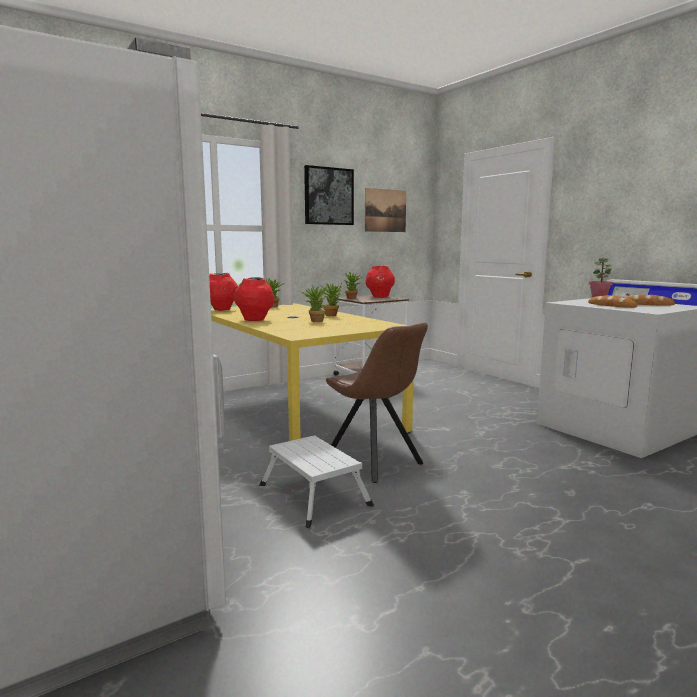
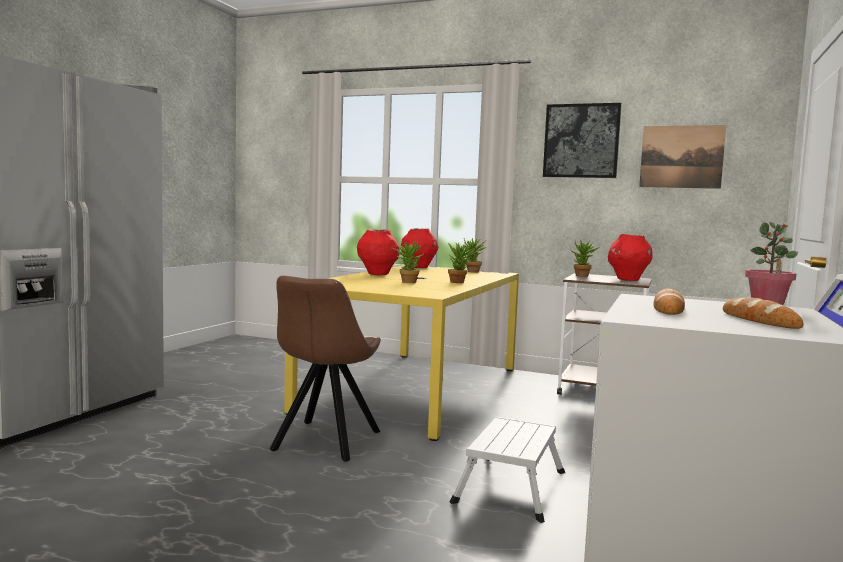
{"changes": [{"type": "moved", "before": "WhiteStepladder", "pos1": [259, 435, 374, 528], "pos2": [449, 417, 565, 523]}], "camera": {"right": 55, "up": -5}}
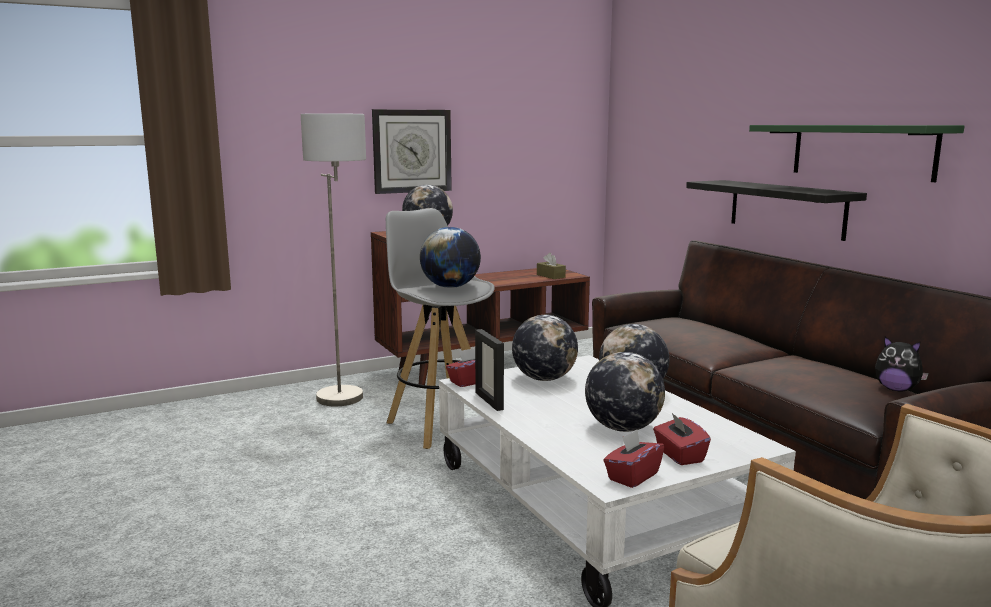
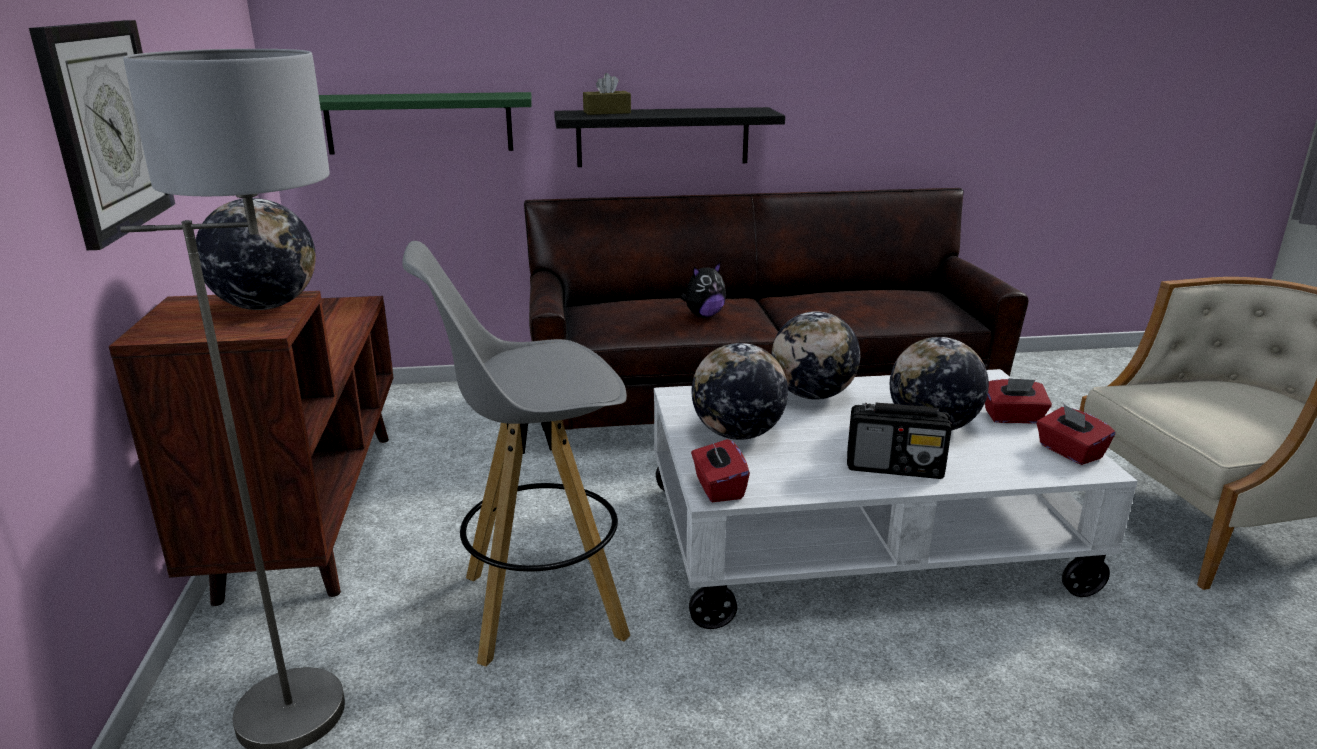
{"changes": [{"type": "moved", "before": "GreenishWallShelf", "pos1": [749, 125, 965, 182], "pos2": [319, 92, 532, 155]}, {"type": "moved", "before": "BrownColouredTissueBox", "pos1": [537, 253, 566, 279], "pos2": [583, 73, 631, 115]}, {"type": "moved", "before": "CuddlyToy", "pos1": [875, 336, 929, 392], "pos2": [680, 262, 726, 317]}, {"type": "added", "after": "RadioSet", "pos2": [847, 403, 952, 479]}, {"type": "removed", "before": "DeskGlobe", "pos1": [420, 227, 481, 288]}, {"type": "removed", "before": "PictureFrame", "pos1": [475, 329, 504, 411]}], "camera": {"right": -70, "up": 10}}
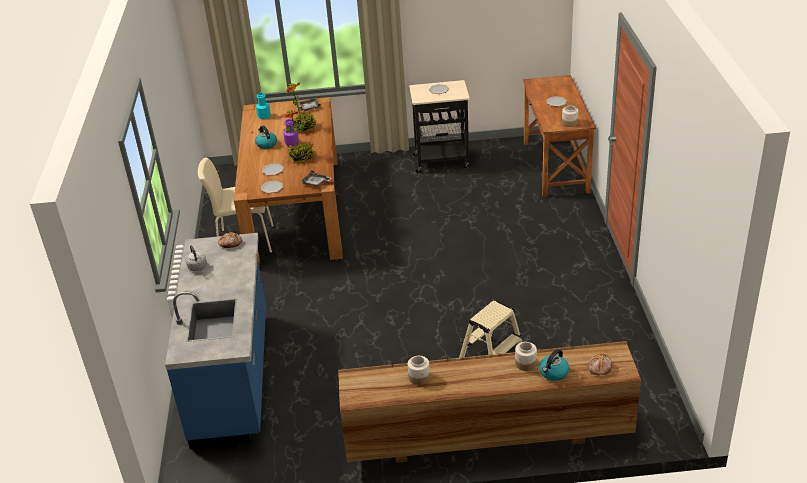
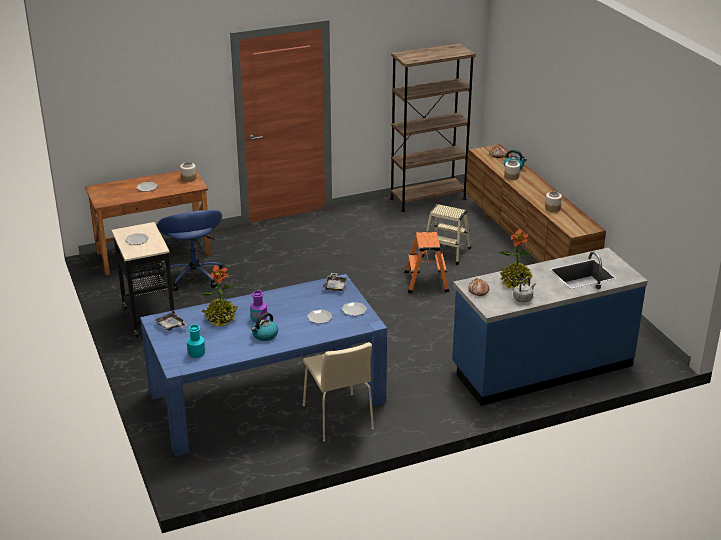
{"changes": [{"type": "recoloured", "before": "BrownColouredDinnerTable", "after": "BlueColouredDinnerTable", "pos1": [234, 97, 343, 266], "pos2": [140, 274, 387, 457]}, {"type": "added", "after": "BlueColouredDeskChair", "pos2": [156, 210, 225, 291]}, {"type": "added", "after": "BrownColouredBookcase", "pos2": [390, 43, 476, 212]}, {"type": "added", "after": "OrangeColouredStepladder", "pos2": [404, 231, 449, 293]}, {"type": "moved", "before": "Houseplant", "pos1": [283, 110, 316, 163], "pos2": [500, 228, 533, 289]}], "camera": {"right": -110, "up": -5}}
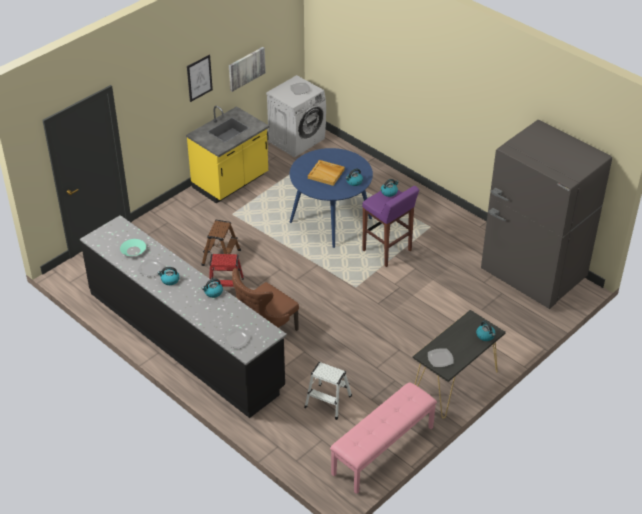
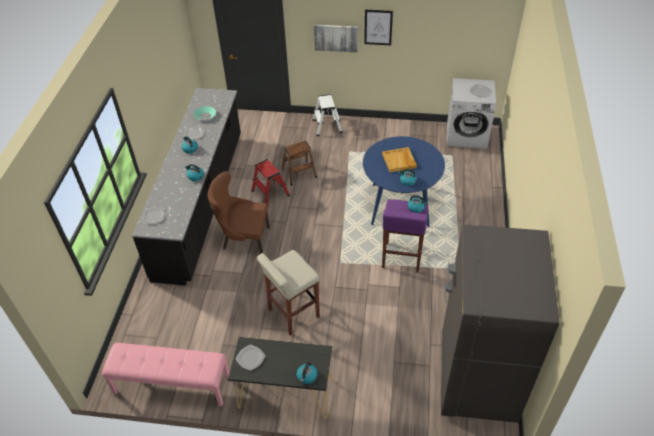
{"changes": [{"type": "added", "after": "BeigeColouredStool", "pos2": [257, 250, 320, 335]}, {"type": "moved", "before": "WhiteStepladder", "pos1": [304, 362, 352, 420], "pos2": [312, 94, 343, 136]}, {"type": "moved", "before": "WallArt", "pos1": [229, 47, 266, 92], "pos2": [314, 24, 358, 52]}, {"type": "removed", "before": "YellowCounter", "pos1": [186, 106, 269, 204]}], "camera": {"right": 55, "up": 5}}
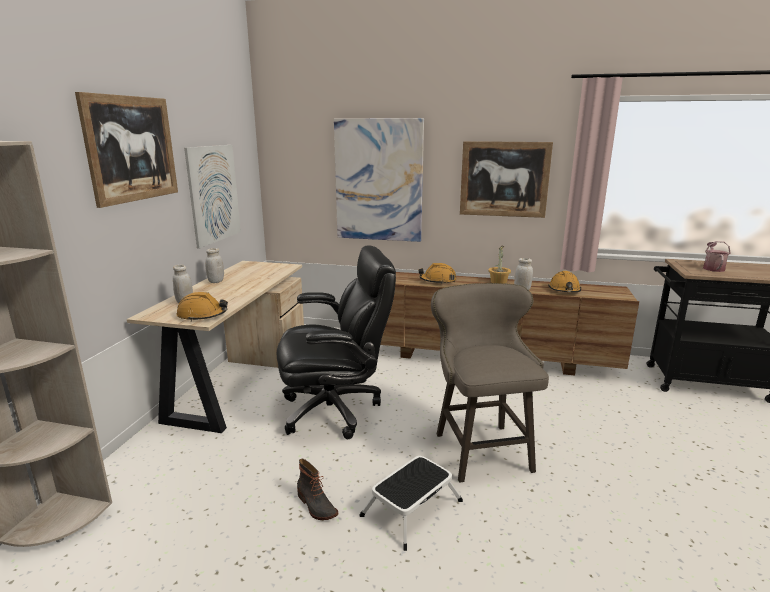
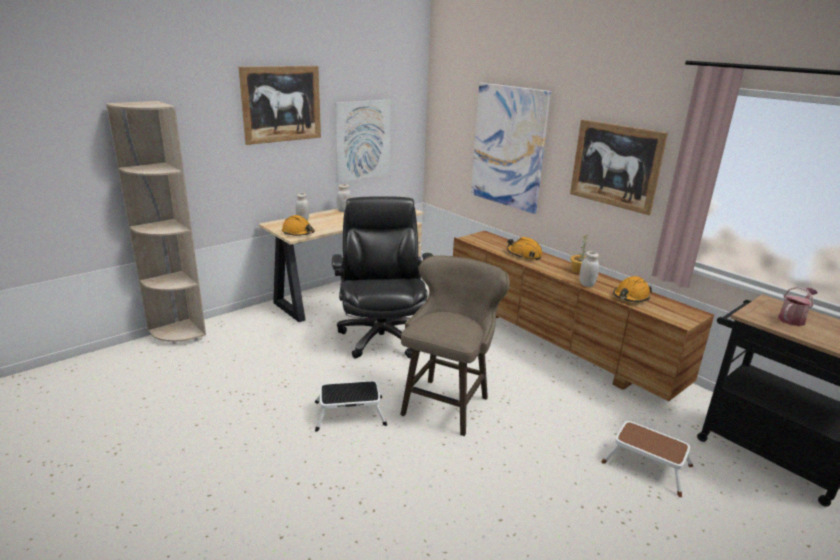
{"changes": [{"type": "turned", "before": "BlackishDeskChair", "pos1": [277, 245, 396, 439], "pos2": [332, 197, 433, 359], "turn": -120}, {"type": "added", "after": "BrownColouredStepladder", "pos2": [601, 421, 693, 497]}, {"type": "removed", "before": "HighTopBoot", "pos1": [297, 459, 338, 520]}], "camera": {"right": 35, "up": 5}}
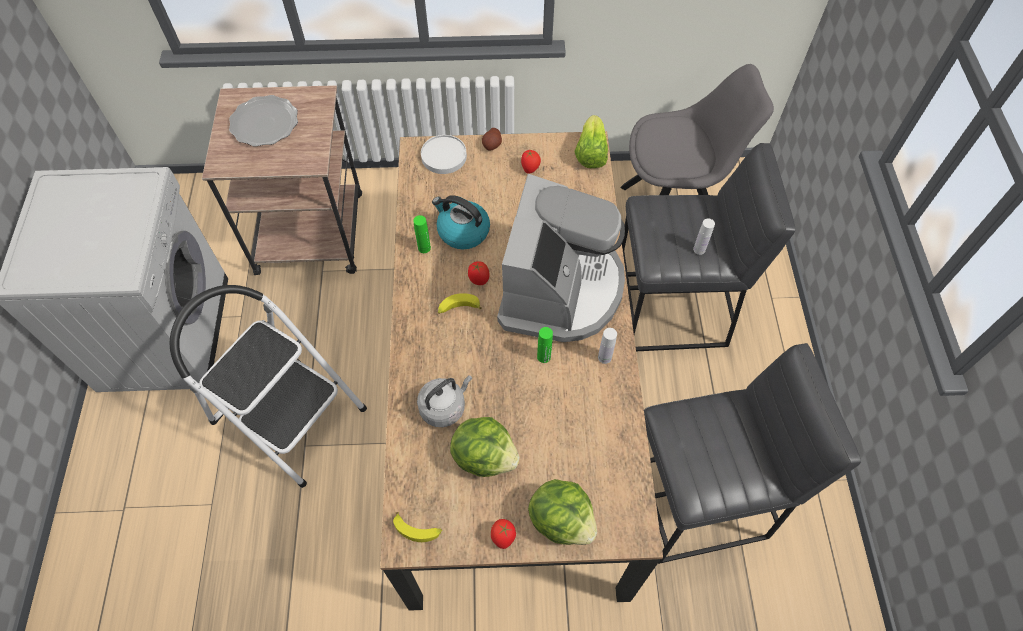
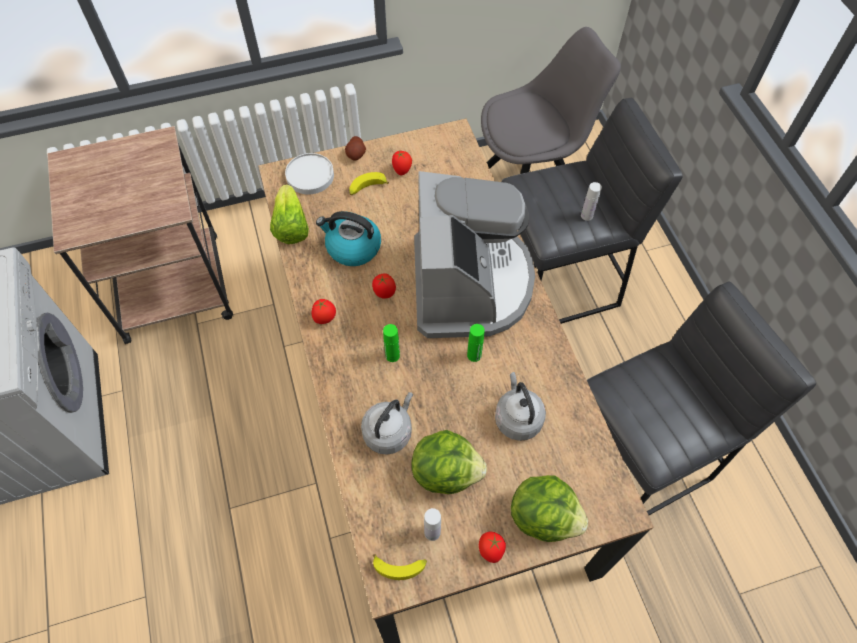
{"changes": [{"type": "moved", "before": "HeadOfLettuce", "pos1": [574, 115, 608, 168], "pos2": [270, 185, 309, 244]}, {"type": "added", "after": "Tomato", "pos2": [312, 299, 336, 324]}, {"type": "moved", "before": "Banana", "pos1": [438, 293, 482, 314], "pos2": [349, 172, 389, 195]}, {"type": "moved", "before": "GreenishDrinkBottle", "pos1": [413, 215, 431, 253], "pos2": [383, 324, 400, 362]}, {"type": "moved", "before": "WhiteDrinkBottle", "pos1": [598, 328, 617, 364], "pos2": [424, 508, 441, 541]}, {"type": "added", "after": "GreyWaterKettle", "pos2": [495, 372, 546, 441]}, {"type": "removed", "before": "Stepladder", "pos1": [170, 285, 367, 488]}, {"type": "removed", "before": "DinnerPlate", "pos1": [229, 95, 298, 147]}], "camera": {"right": -15, "up": 0}}
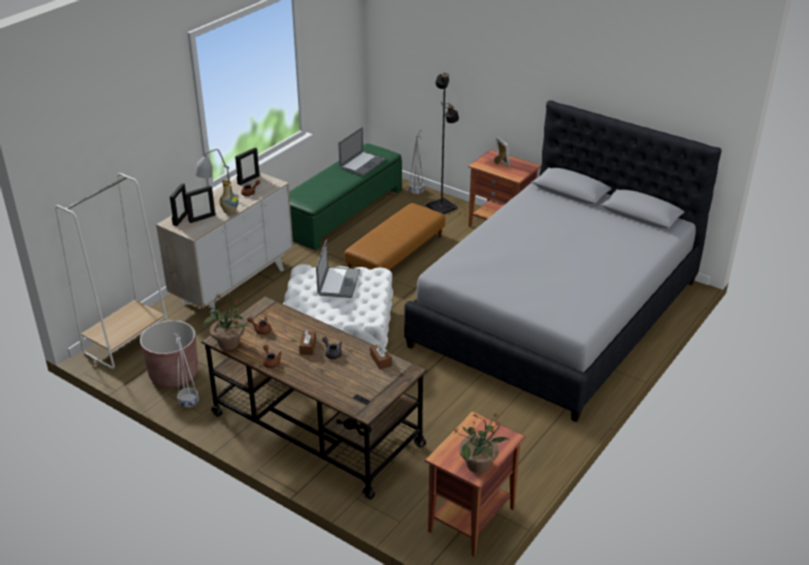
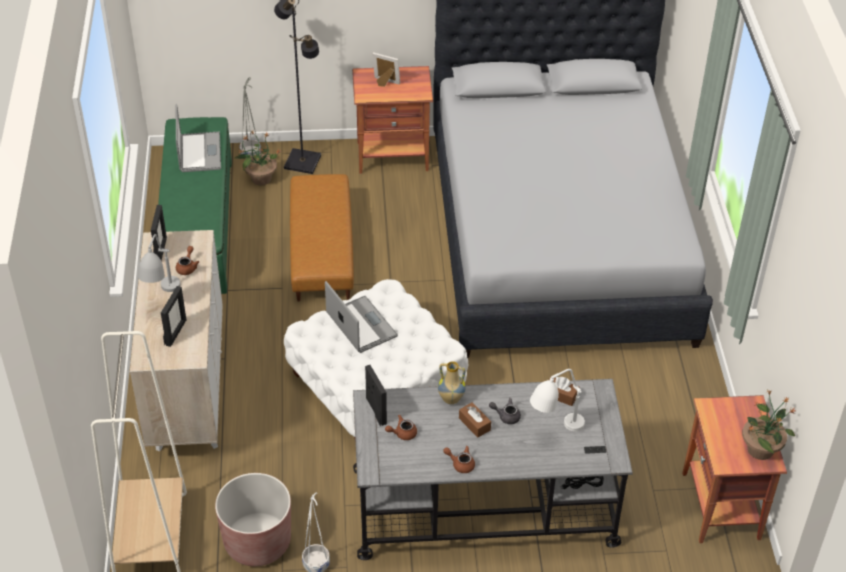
{"changes": [{"type": "moved", "before": "Houseplant", "pos1": [202, 292, 247, 350], "pos2": [235, 130, 281, 186]}, {"type": "recoloured", "before": "BrownColouredDeskTable", "after": "GreyDeskTable", "pos1": [201, 296, 427, 499], "pos2": [353, 379, 633, 560]}, {"type": "moved", "before": "PictureFrame", "pos1": [170, 183, 188, 226], "pos2": [365, 365, 387, 426]}, {"type": "moved", "before": "Vase", "pos1": [219, 180, 239, 214], "pos2": [438, 361, 466, 404]}, {"type": "added", "after": "WhiteLampForATable", "pos2": [530, 369, 585, 431]}], "camera": {"right": -40, "up": 10}}
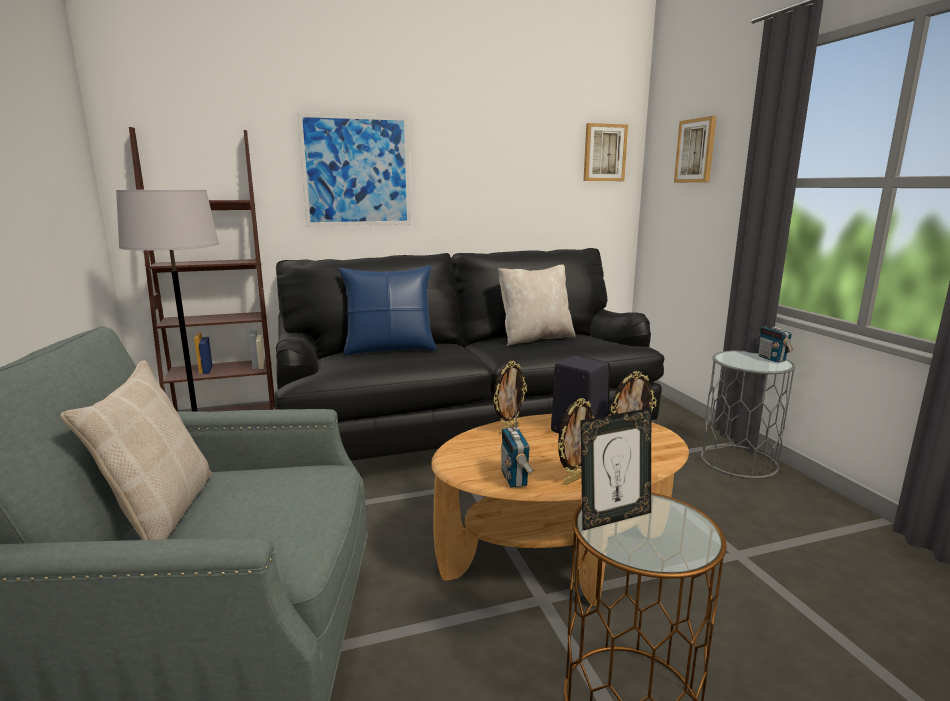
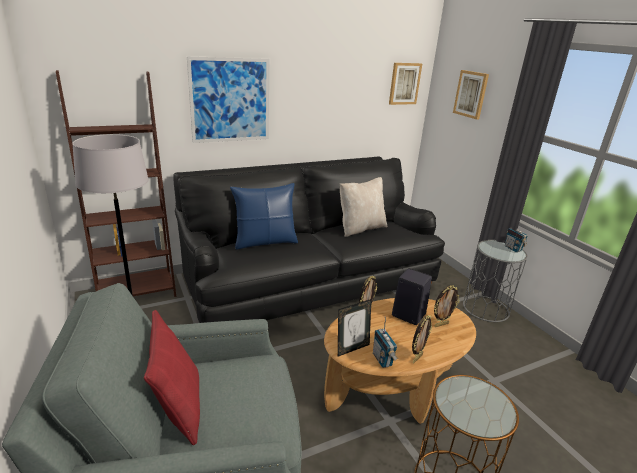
{"changes": [{"type": "recoloured", "before": "BeigeColouredPillow", "after": "RedColouredPillow", "pos1": [60, 360, 212, 540], "pos2": [144, 310, 200, 445]}, {"type": "moved", "before": "PictureFrame", "pos1": [580, 408, 651, 531], "pos2": [338, 299, 372, 356]}], "camera": {"right": -10, "up": 10}}
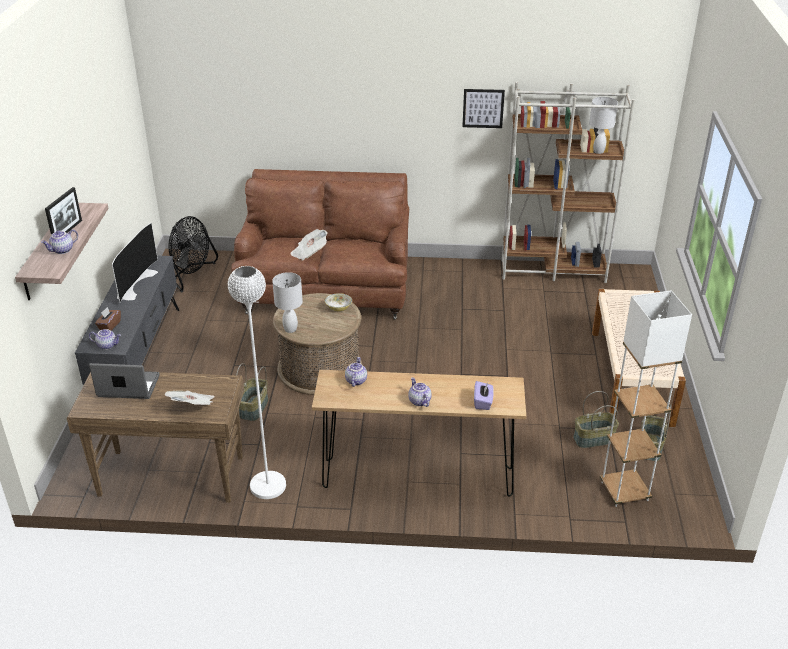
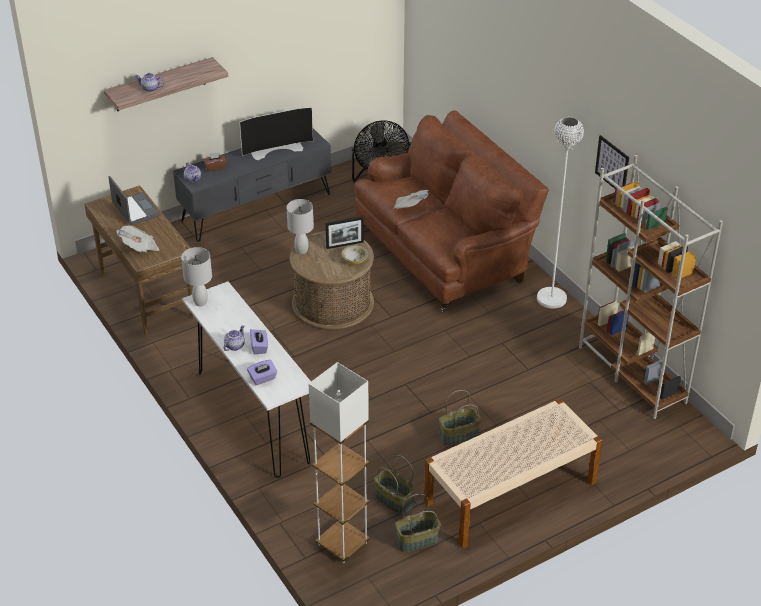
{"changes": [{"type": "moved", "before": "WhiteLampForATable", "pos1": [589, 97, 618, 154], "pos2": [181, 247, 212, 306]}, {"type": "recoloured", "before": "BrownColouredNarrowTable", "after": "WhiteNarrowTable", "pos1": [312, 370, 526, 497], "pos2": [182, 281, 311, 478]}, {"type": "added", "after": "PurplishTissueBox", "pos2": [250, 329, 268, 354]}, {"type": "moved", "before": "PictureFrame", "pos1": [45, 187, 82, 235], "pos2": [326, 216, 364, 249]}, {"type": "moved", "before": "HouseholdBasket", "pos1": [236, 363, 268, 421], "pos2": [439, 390, 481, 446]}, {"type": "moved", "before": "WhiteStandingLamp", "pos1": [228, 266, 286, 499], "pos2": [537, 117, 584, 309]}, {"type": "removed", "before": "TeaPot", "pos1": [345, 357, 367, 387]}], "camera": {"right": 55, "up": 5}}
